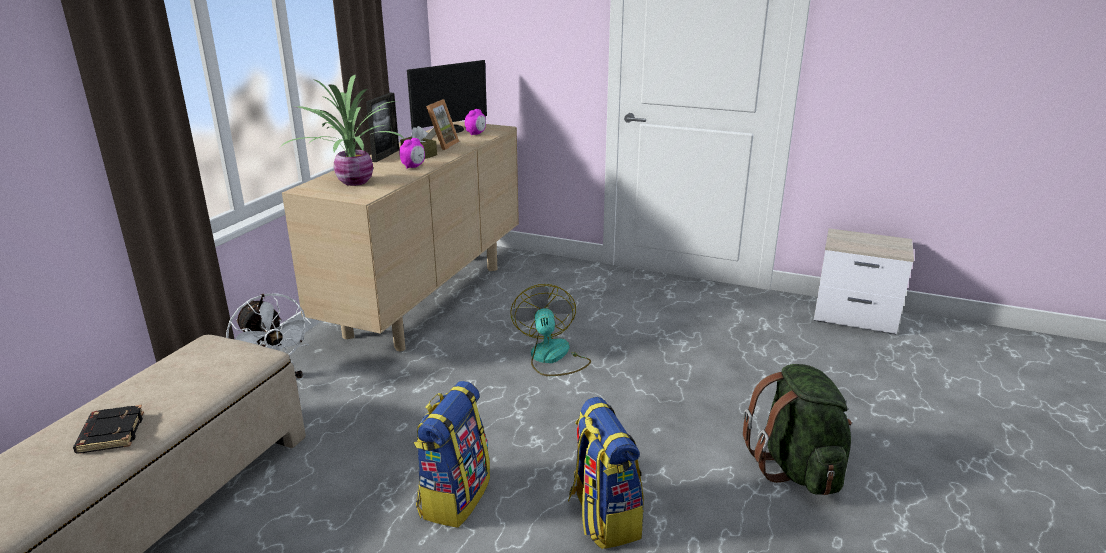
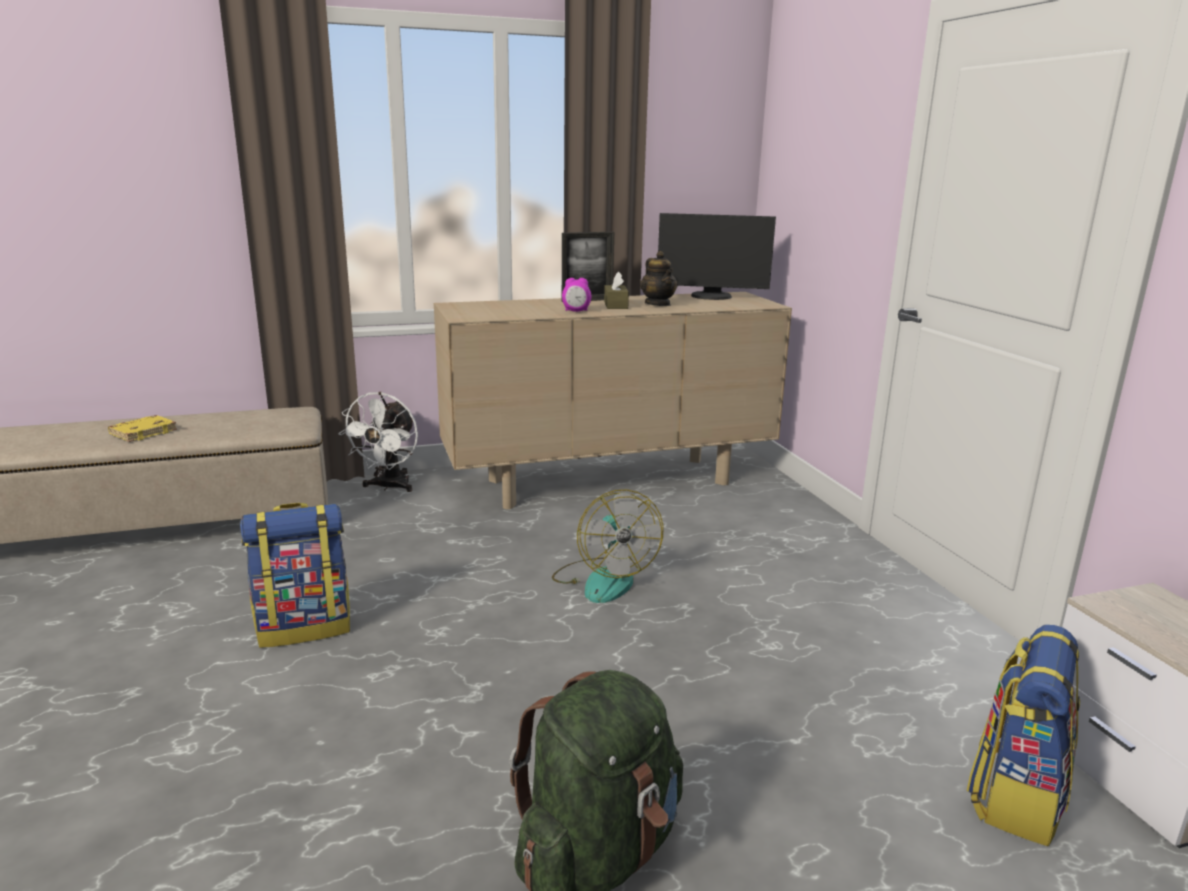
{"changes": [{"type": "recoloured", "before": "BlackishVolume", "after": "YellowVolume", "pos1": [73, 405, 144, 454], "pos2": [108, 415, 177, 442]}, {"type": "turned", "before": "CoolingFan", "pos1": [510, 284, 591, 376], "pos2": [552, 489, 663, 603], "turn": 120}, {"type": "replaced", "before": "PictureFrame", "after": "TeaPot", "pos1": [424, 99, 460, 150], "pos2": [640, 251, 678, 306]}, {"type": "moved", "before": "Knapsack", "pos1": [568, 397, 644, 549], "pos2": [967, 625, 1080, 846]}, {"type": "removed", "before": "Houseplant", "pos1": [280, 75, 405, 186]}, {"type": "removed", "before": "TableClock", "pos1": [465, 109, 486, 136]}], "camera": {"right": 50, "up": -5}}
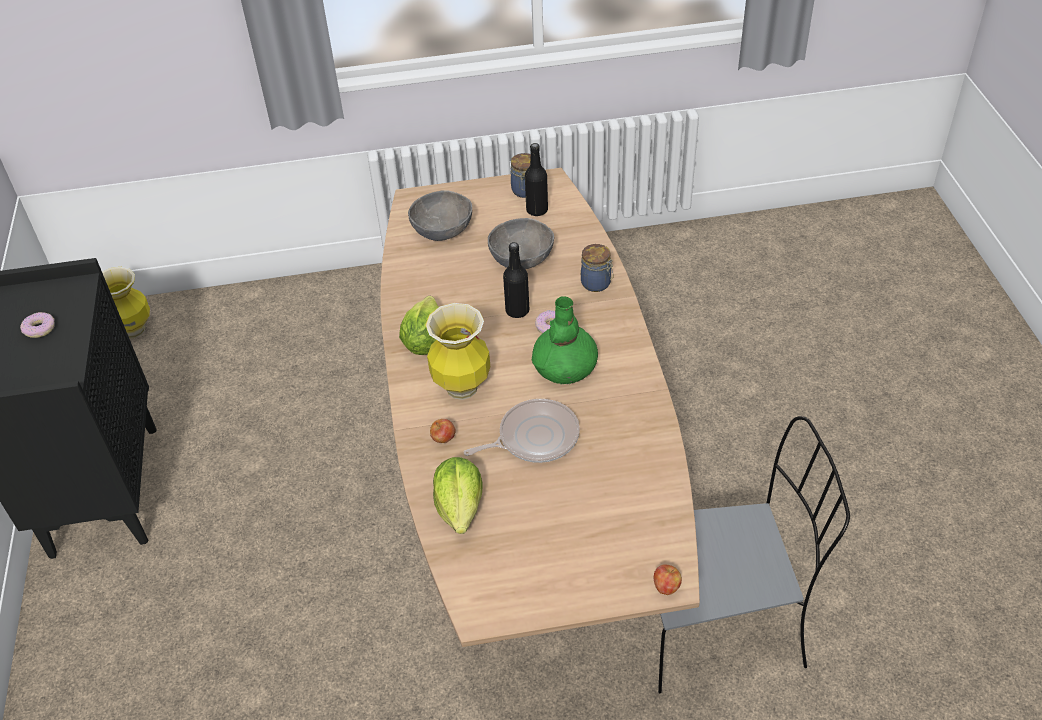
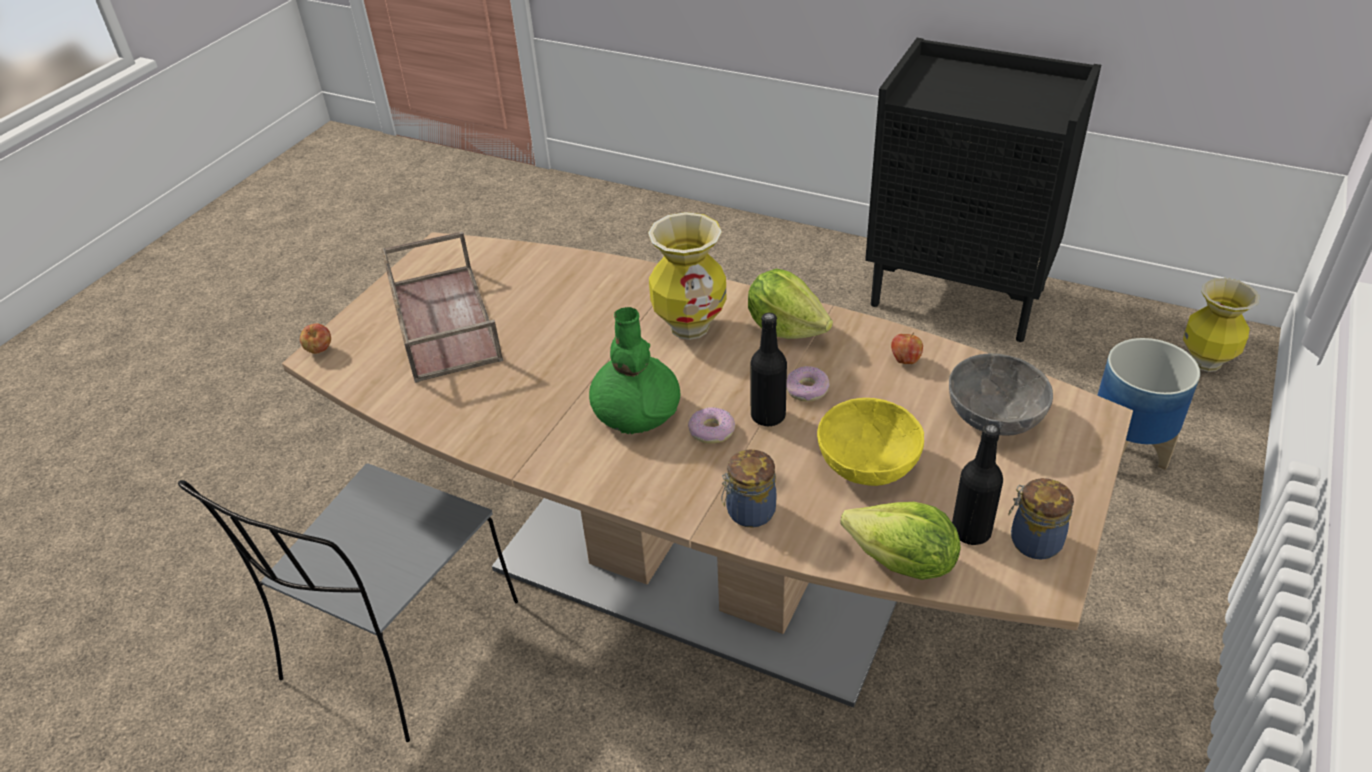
{"changes": [{"type": "added", "after": "BrownColouredServingTray", "pos2": [381, 232, 503, 383]}, {"type": "moved", "before": "Doughnut", "pos1": [20, 312, 55, 338], "pos2": [786, 366, 830, 402]}, {"type": "recoloured", "before": "GreyDeepDish", "after": "YellowDeepDish", "pos1": [488, 218, 554, 269], "pos2": [817, 398, 924, 486]}, {"type": "moved", "before": "HeadOfLettuce", "pos1": [433, 457, 482, 534], "pos2": [840, 502, 961, 580]}, {"type": "moved", "before": "Apple", "pos1": [430, 419, 456, 443], "pos2": [891, 332, 923, 364]}, {"type": "added", "after": "PlantPot", "pos2": [1097, 338, 1200, 470]}, {"type": "removed", "before": "FryingPan", "pos1": [464, 399, 580, 463]}], "camera": {"right": 125, "up": -5}}
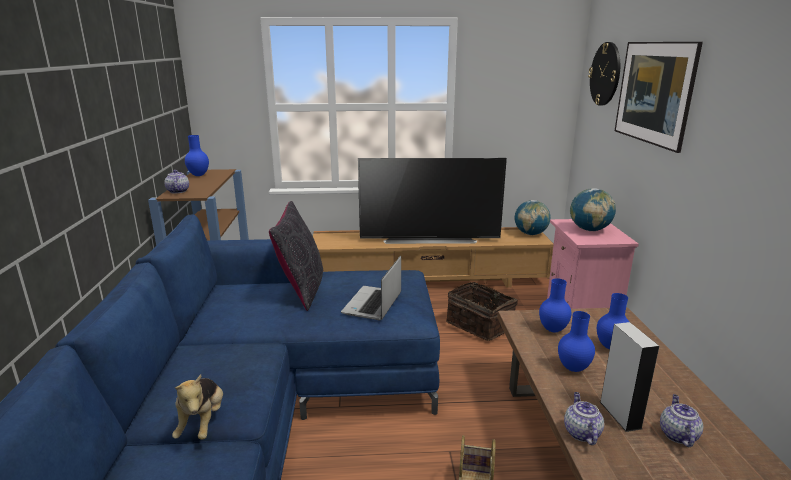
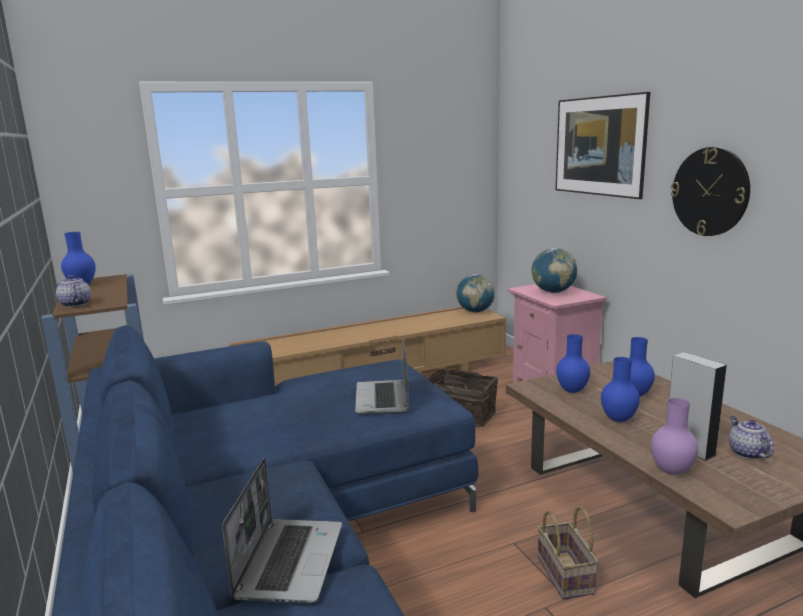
{"changes": [{"type": "replaced", "before": "CuddlyToy", "after": "Laptop", "pos1": [172, 375, 223, 440], "pos2": [222, 458, 342, 603]}, {"type": "replaced", "before": "TeaPot", "after": "PurplishVase", "pos1": [564, 392, 604, 445], "pos2": [651, 398, 698, 475]}, {"type": "moved", "before": "WallClock", "pos1": [588, 42, 620, 106], "pos2": [671, 147, 750, 236]}, {"type": "removed", "before": "BlackishPillow", "pos1": [269, 201, 323, 311]}, {"type": "removed", "before": "Tv", "pos1": [358, 158, 507, 244]}], "camera": {"right": -20, "up": -5}}
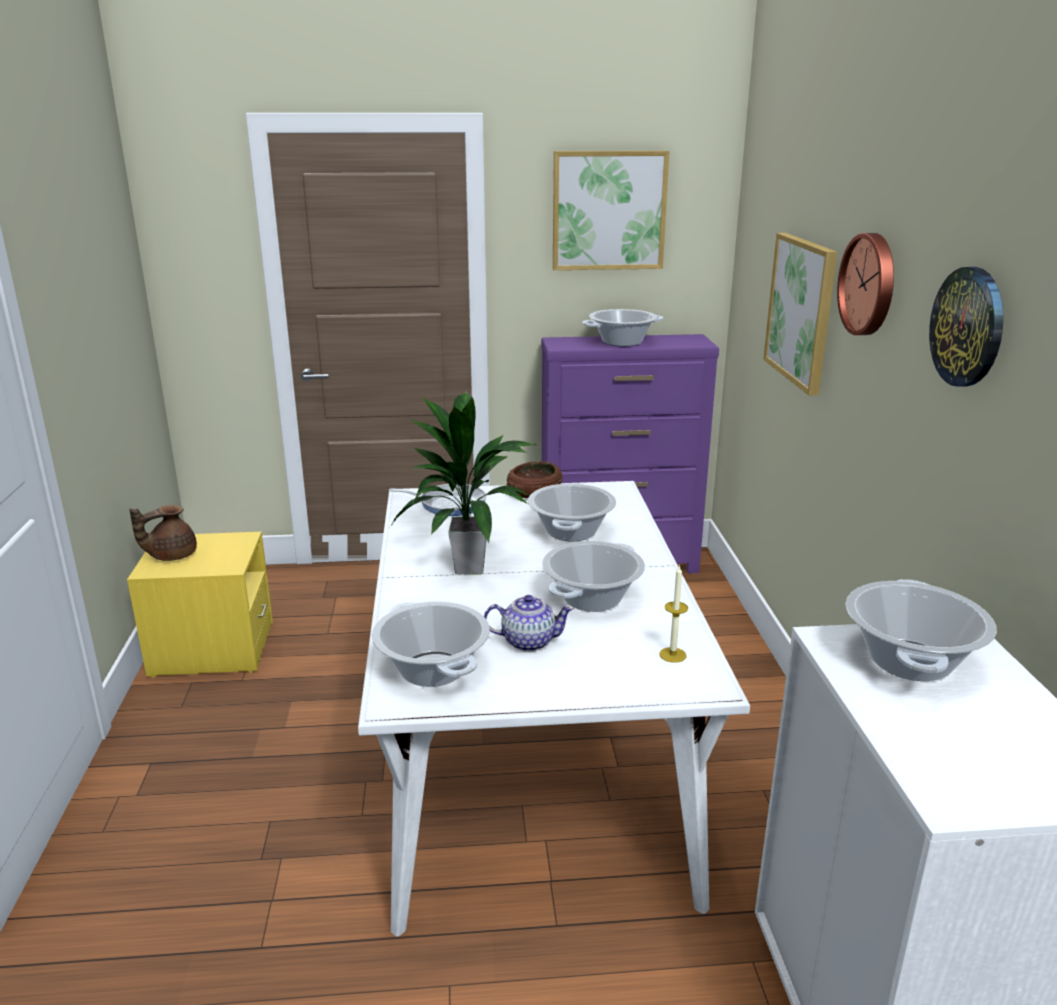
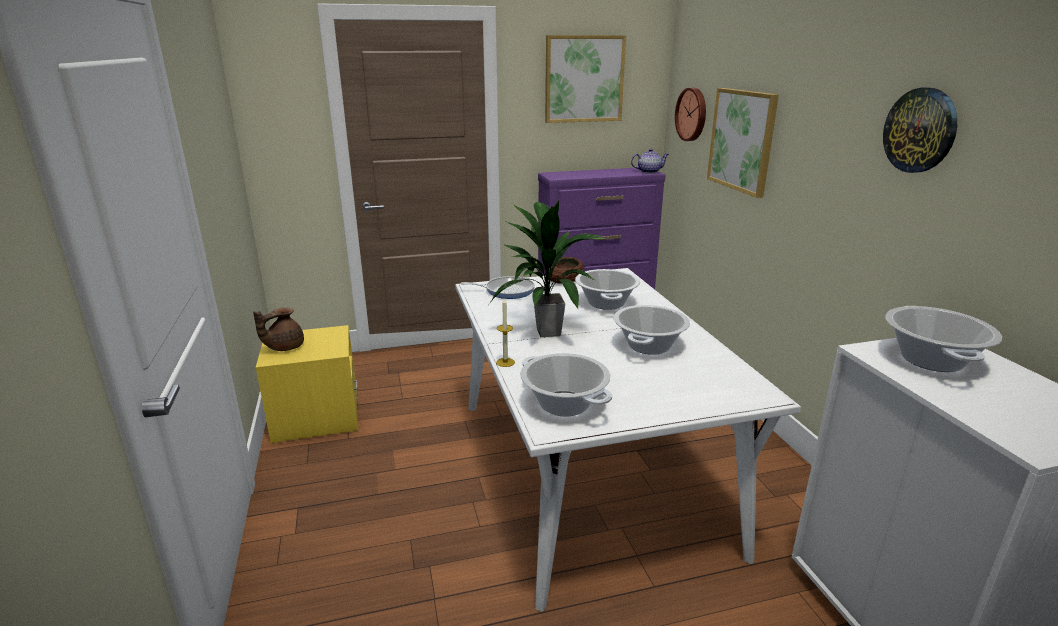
{"changes": [{"type": "moved", "before": "WaxLight", "pos1": [659, 565, 688, 663], "pos2": [496, 297, 515, 367]}, {"type": "moved", "before": "TeaPot", "pos1": [484, 595, 574, 652], "pos2": [631, 149, 669, 173]}, {"type": "moved", "before": "WallClock", "pos1": [837, 233, 894, 335], "pos2": [675, 88, 706, 141]}, {"type": "removed", "before": "CookingPot", "pos1": [582, 309, 663, 347]}], "camera": {"right": -10, "up": 0}}
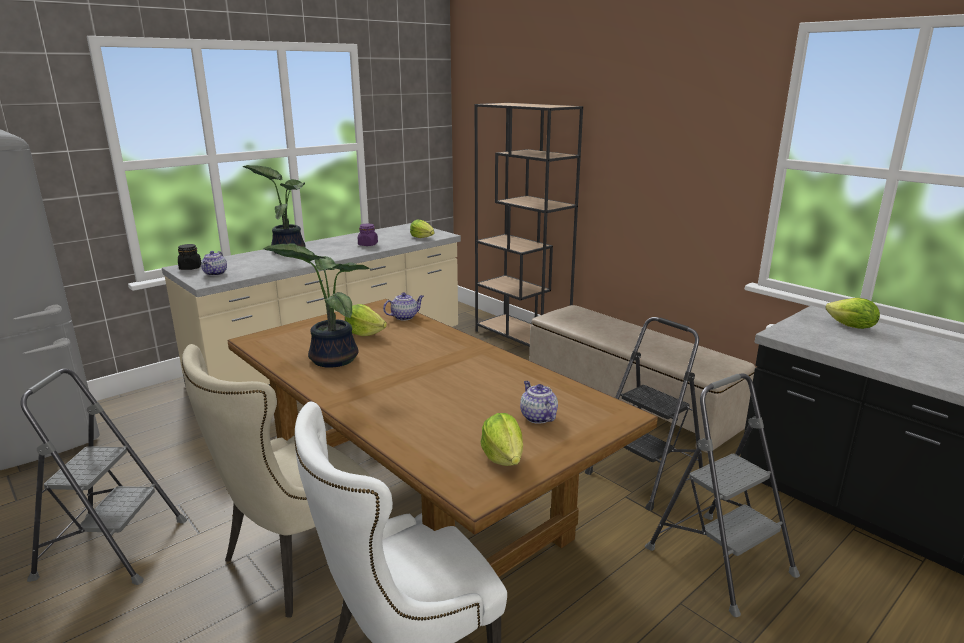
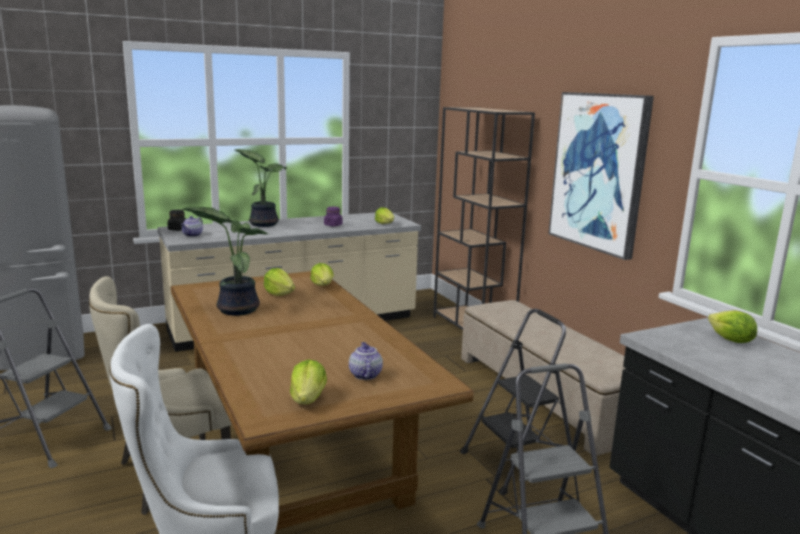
{"changes": [{"type": "replaced", "before": "TeaPot", "after": "HeadOfLettuce", "pos1": [383, 293, 424, 321], "pos2": [310, 263, 334, 286]}, {"type": "added", "after": "WallArt", "pos2": [548, 92, 654, 260]}], "camera": {"right": 15, "up": -5}}
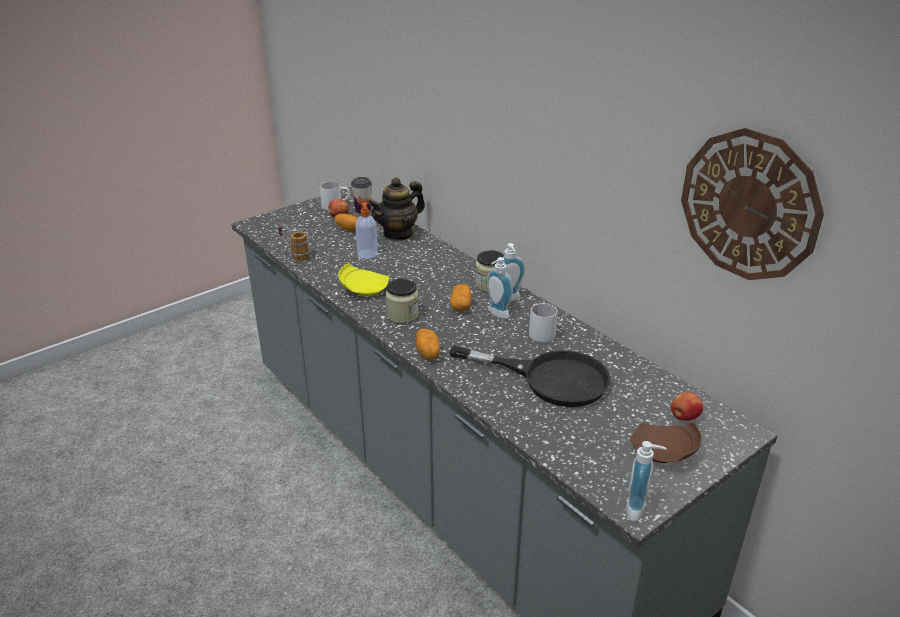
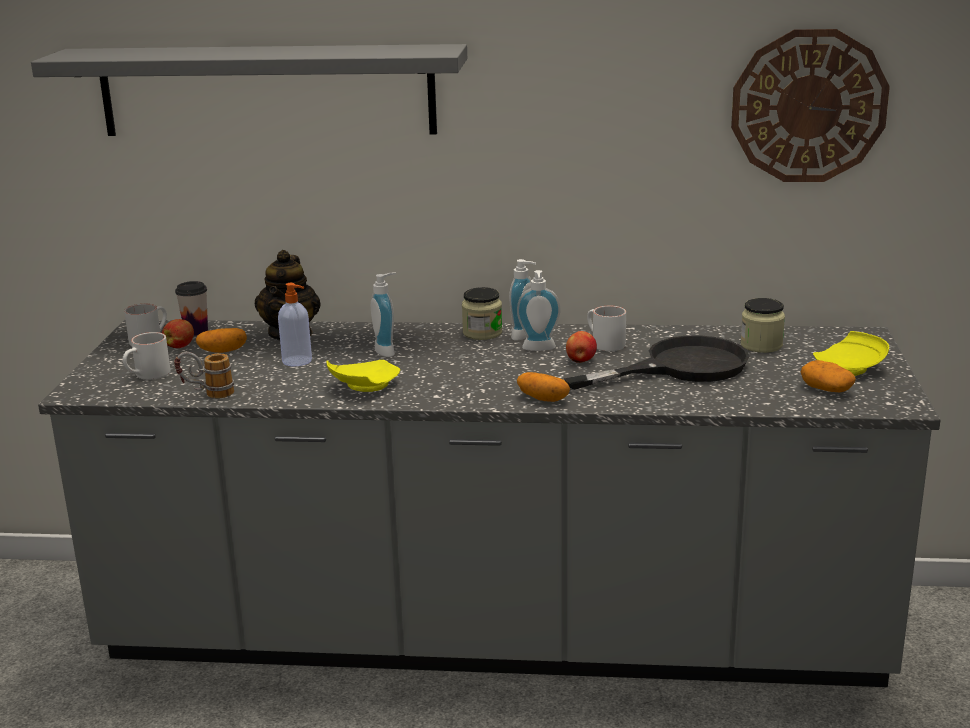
{"changes": [{"type": "added", "after": "GreyWallShelf", "pos2": [31, 44, 467, 136]}, {"type": "added", "after": "WhiteTeaMug", "pos2": [123, 332, 171, 380]}, {"type": "moved", "before": "SoapBottle", "pos1": [626, 441, 667, 522], "pos2": [371, 273, 396, 357]}, {"type": "moved", "before": "Apple", "pos1": [671, 392, 703, 421], "pos2": [566, 331, 597, 363]}, {"type": "moved", "before": "StorageJar", "pos1": [385, 279, 419, 323], "pos2": [740, 298, 785, 353]}, {"type": "moved", "before": "Spud", "pos1": [450, 284, 472, 311], "pos2": [800, 360, 856, 392]}, {"type": "recoloured", "before": "BrownColouredDinnerPlate", "after": "YellowDinnerPlate", "pos1": [630, 422, 702, 463], "pos2": [813, 331, 889, 376]}], "camera": {"right": -45, "up": -10}}
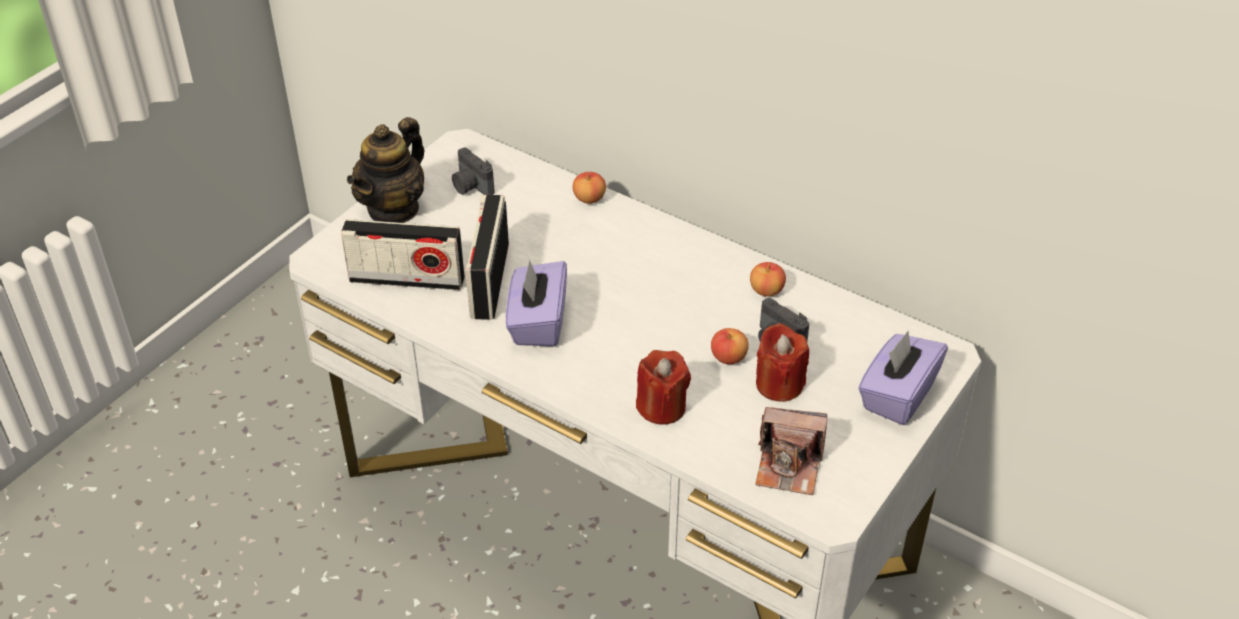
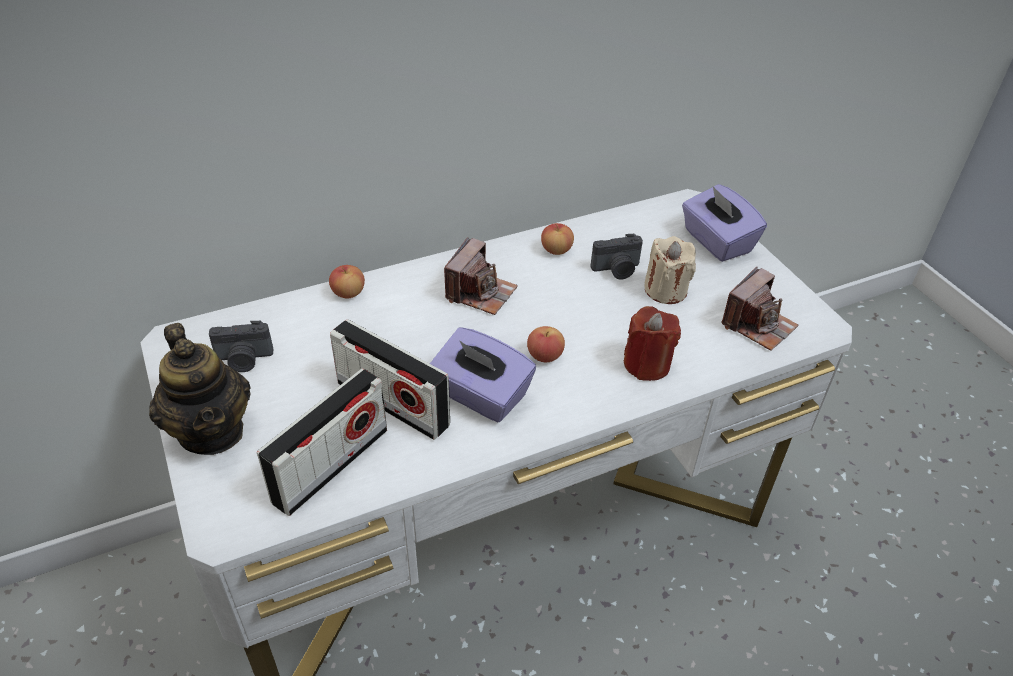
{"changes": [{"type": "added", "after": "PhotoCamera", "pos2": [444, 237, 518, 315]}, {"type": "moved", "before": "Apple", "pos1": [711, 328, 749, 364], "pos2": [527, 326, 565, 362]}, {"type": "recoloured", "before": "RedColouredWaxLight", "after": "BeigeColouredWaxLight", "pos1": [756, 323, 809, 402], "pos2": [644, 236, 696, 304]}], "camera": {"right": -60, "up": 0}}
